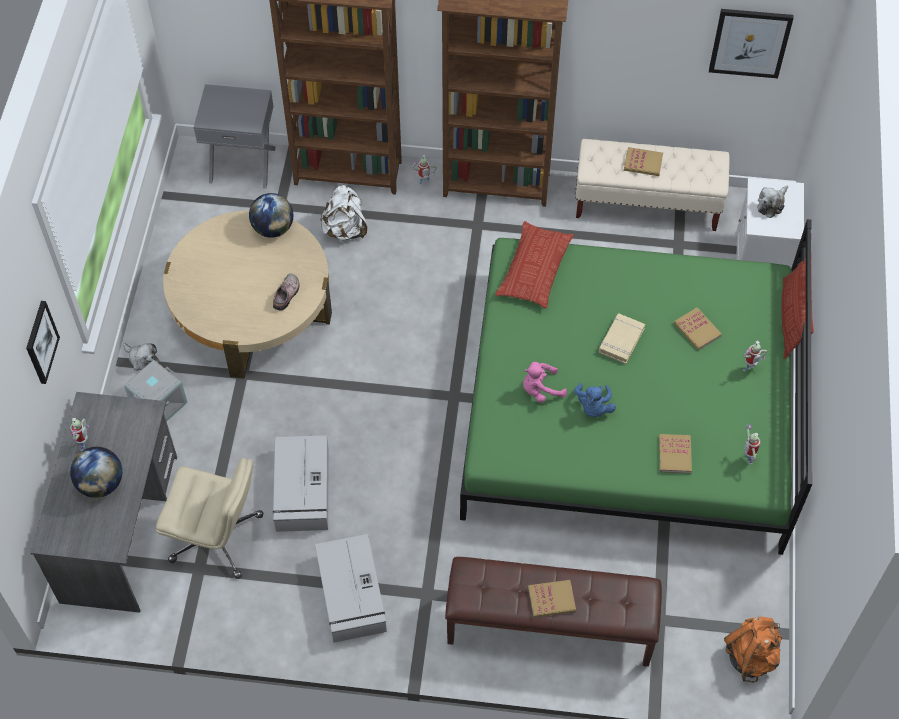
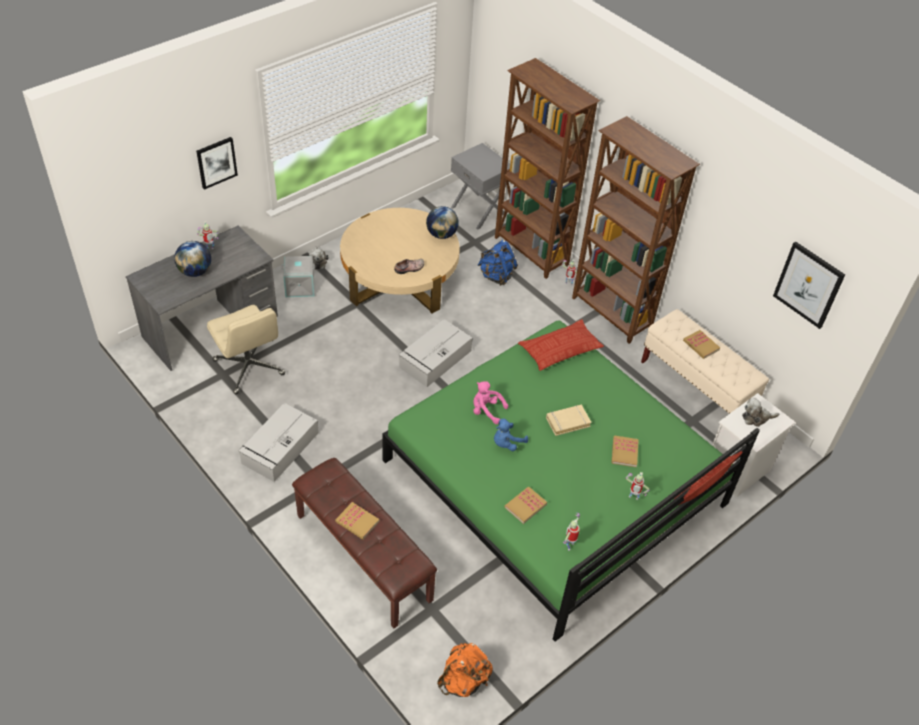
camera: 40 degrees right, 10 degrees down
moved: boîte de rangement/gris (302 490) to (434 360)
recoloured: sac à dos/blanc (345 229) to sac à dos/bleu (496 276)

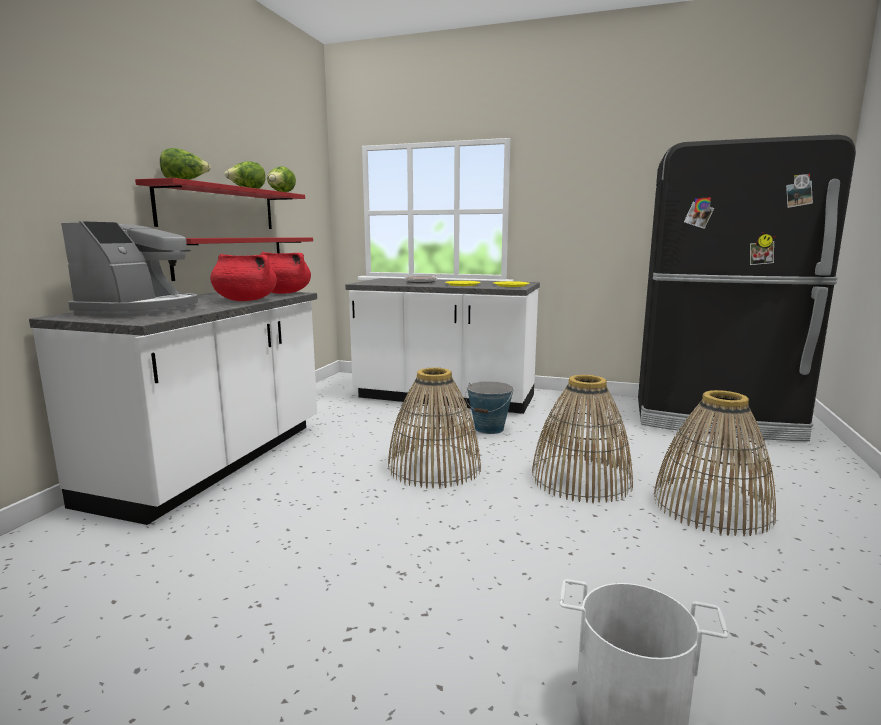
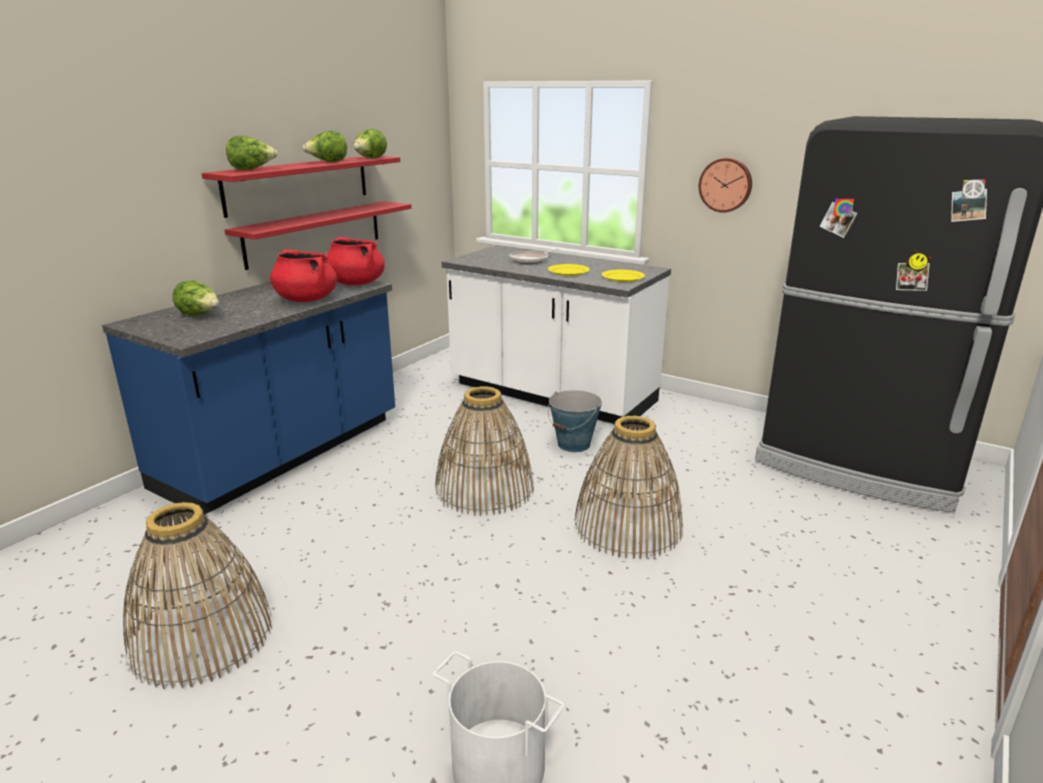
camera: 15 degrees right, 10 degrees up
added: horloge murale (726 185)
moved: panier (711 507) to (201 636)
replaced: machine à café (141 310) to laitue (200 315)
recoloured: comptoir de cuisine/blanc (215 462) to comptoir de cuisine/bleu (283 453)

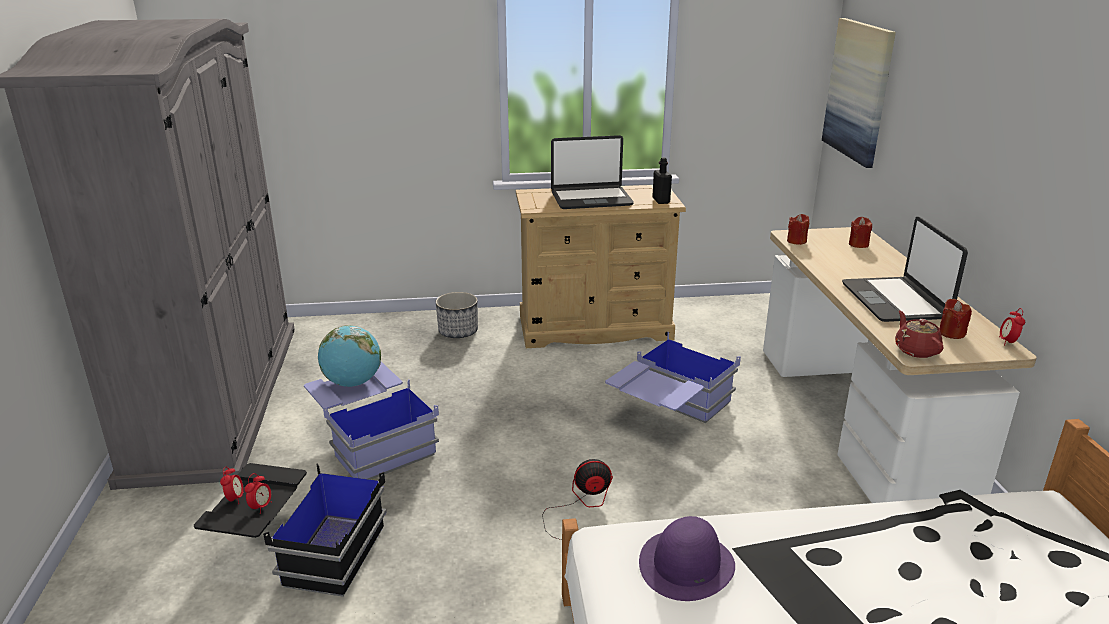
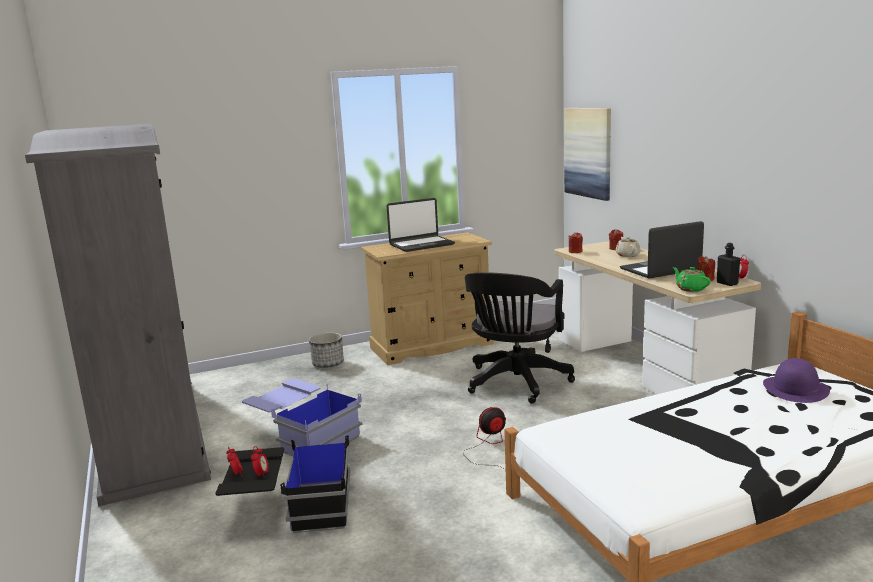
camera: 15 degrees left, 10 degrees down
removed: globe (353 383)
added: théière/beige (627 255)
moved: bouteille/noir (661 201) to (727 283); chapeau/violet (686 565) to (795 389)
replaced: boîte de rangement/bleu (669 412) to chaise de bureau/noir (515 383)
recoloured: théière/rouge (915 350) to théière/vert (690 289)
turned: ordinateur portable (895 301) = (660 270) 90 degrees clockwise

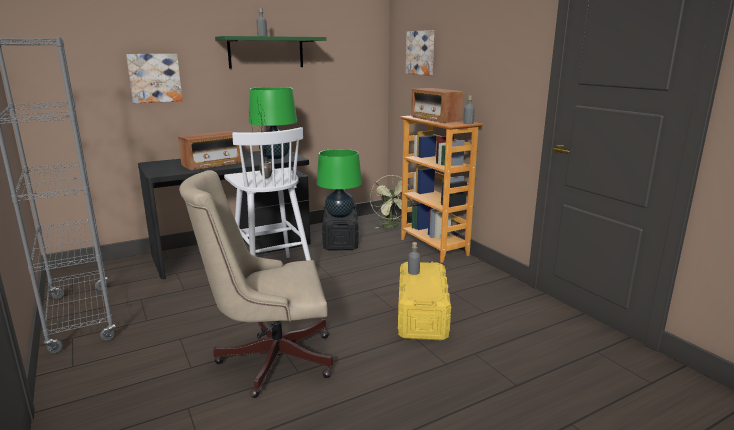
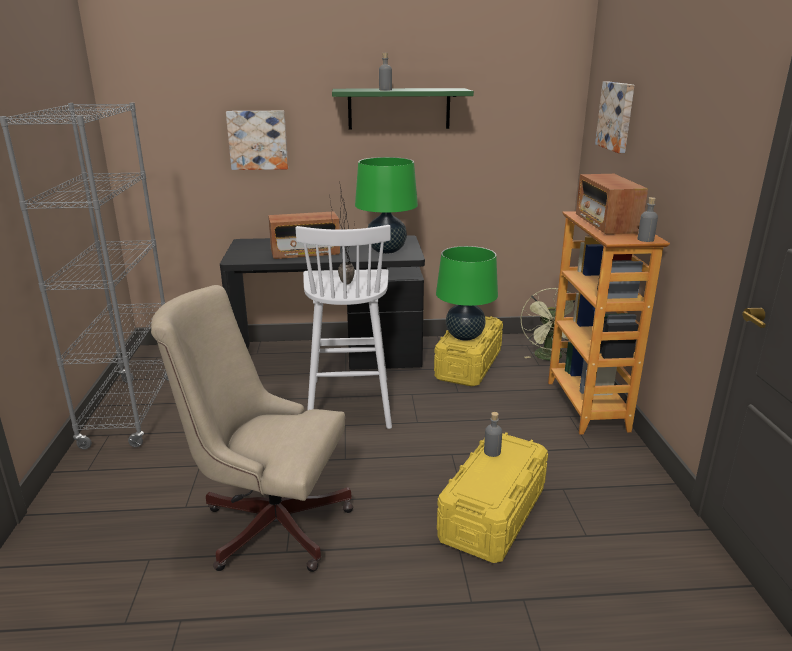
camera: 25 degrees right, 5 degrees up
recoloured: boîte de rangement/noir (341 238) to boîte de rangement/jaune (469 364)

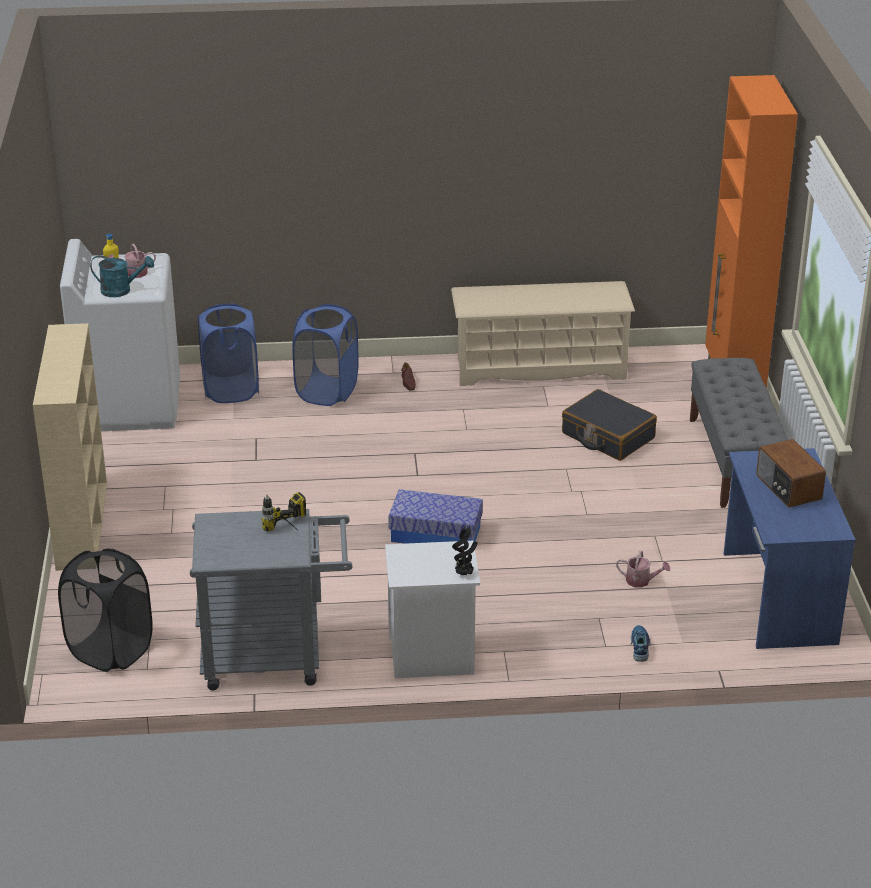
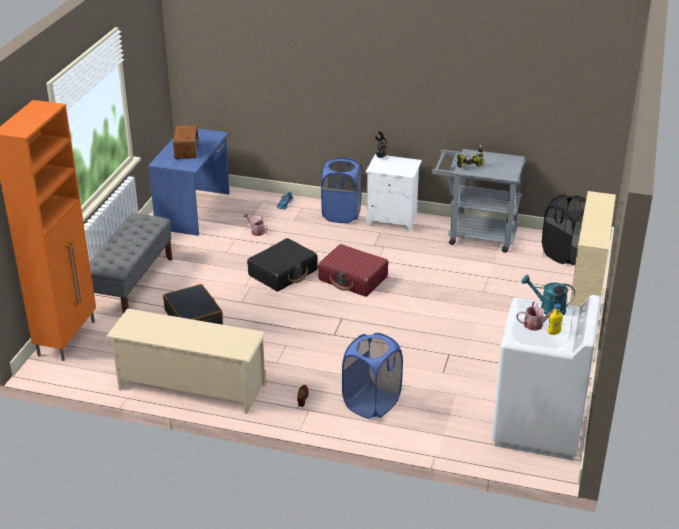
camera: 160 degrees left, 0 degrees up
added: valise/noir (283 273)
moved: panier à linge/bleu (230 390) to (341 214)
replaced: boîte de rangement (435 534) to valise/rouge (353 278)

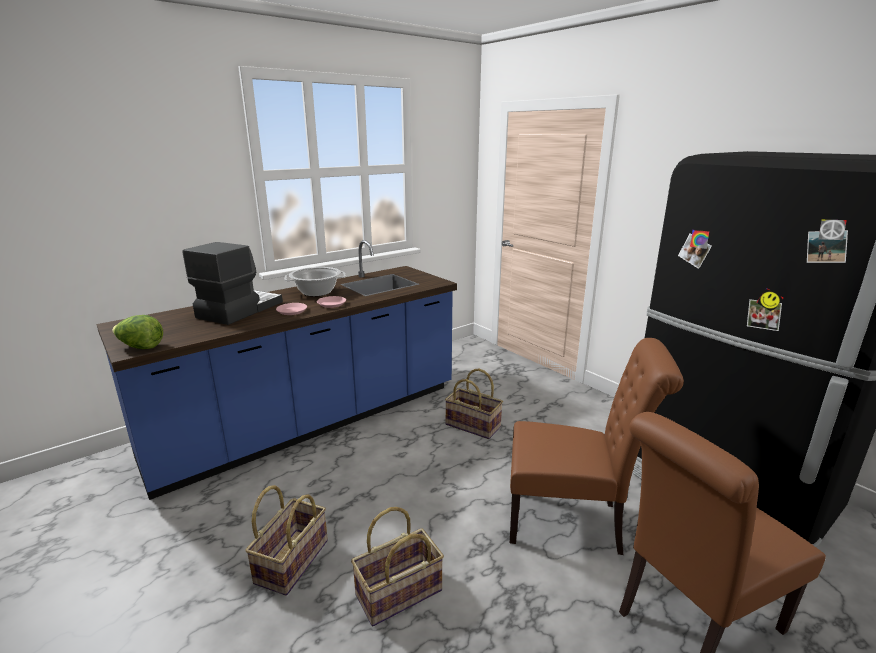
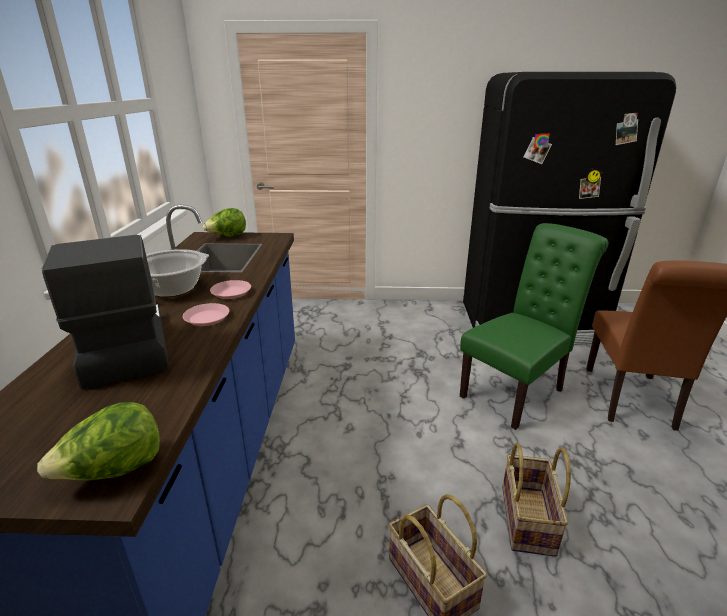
camera: 50 degrees left, 5 degrees up
removed: panier (473 425)
added: laitue (227 237)
recoloured: chaise/marron (572 522) to chaise/vert (517 391)

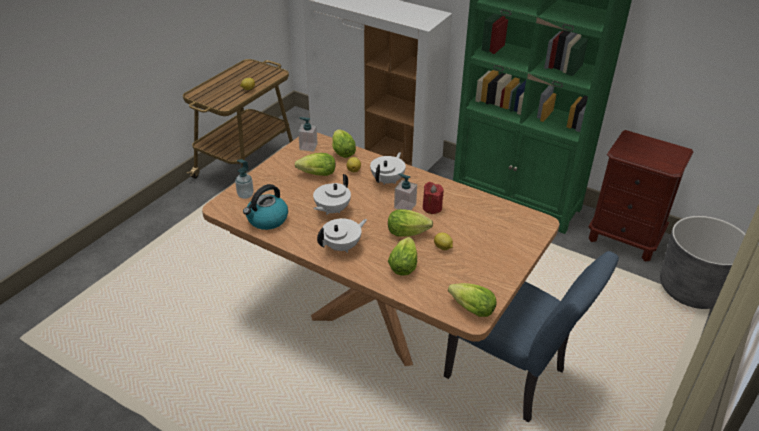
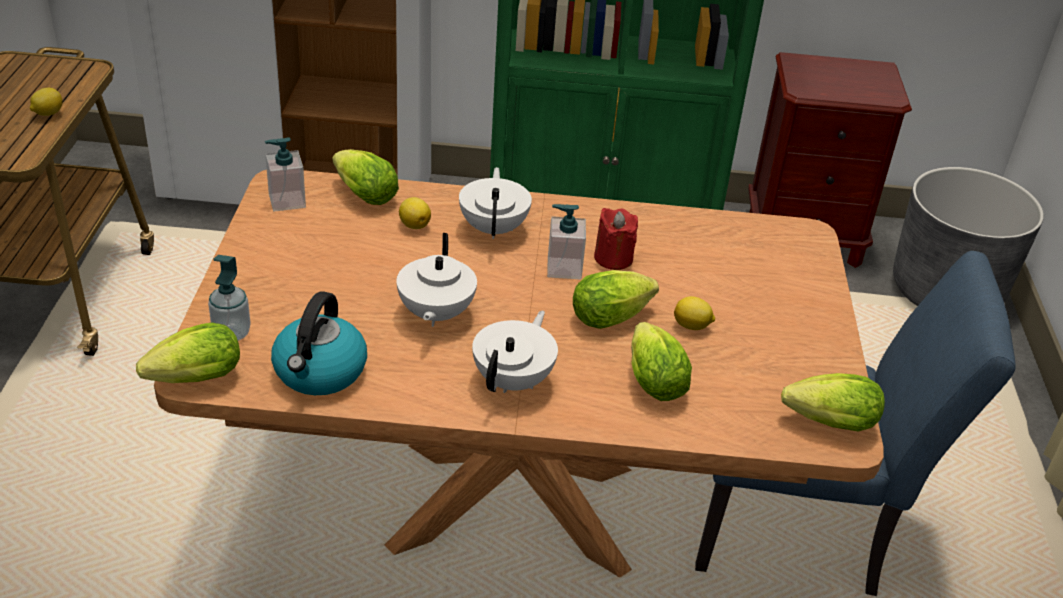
camera: 30 degrees left, 0 degrees up
moved: laitue (315 174) to (191 380)

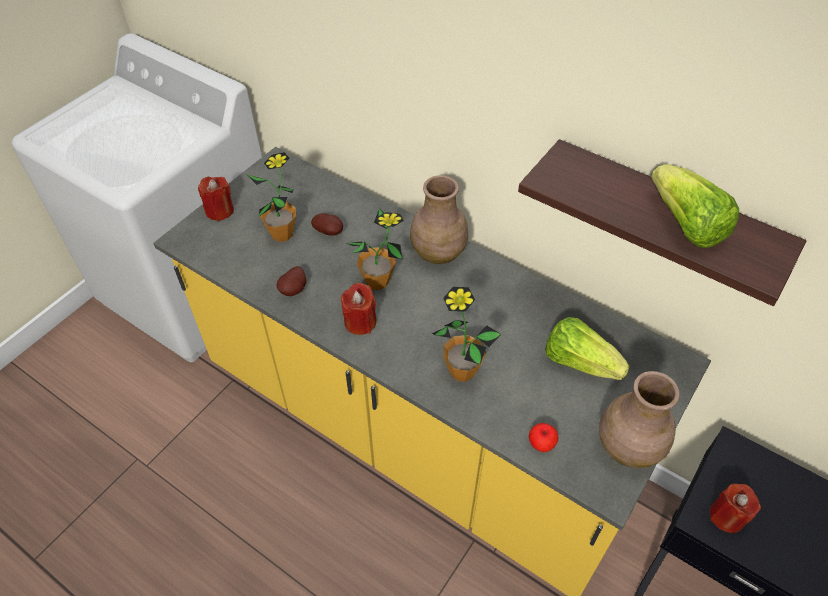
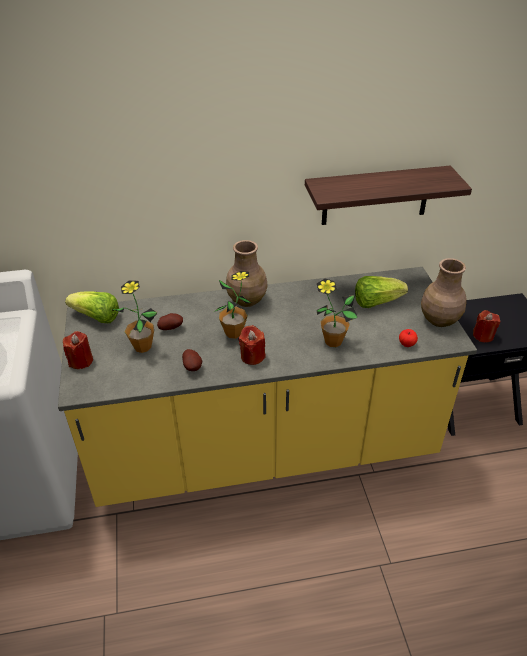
camera: 45 degrees left, 10 degrees down
moved: laitue (685 225) to (96 317)

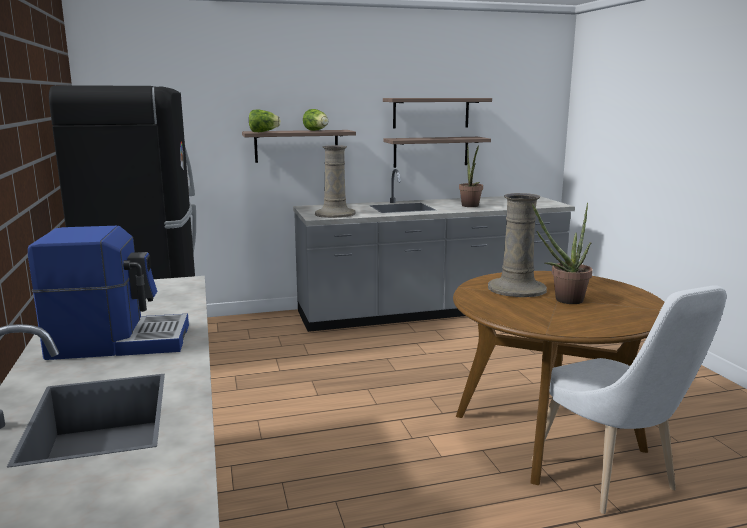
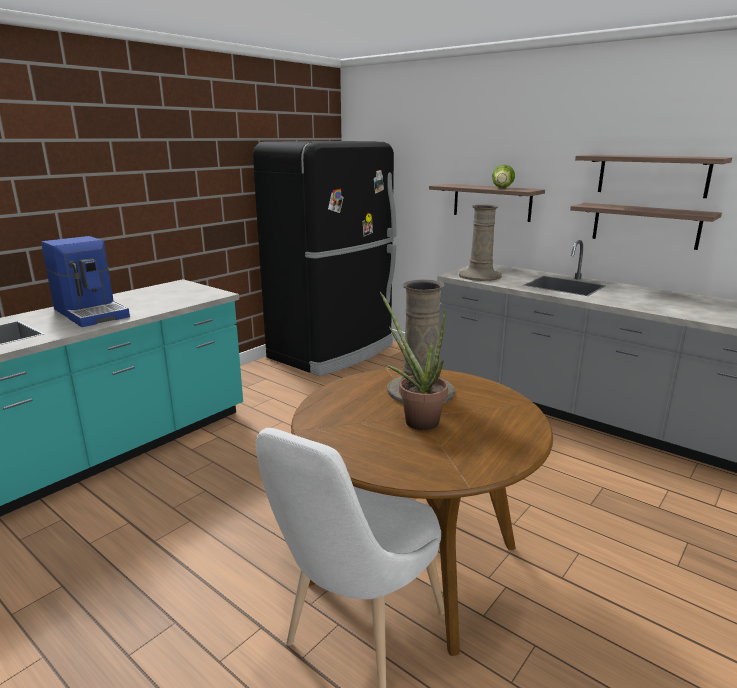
camera: 55 degrees right, 5 degrees up
removed: laitue (263 132); plante en pot (470 206)

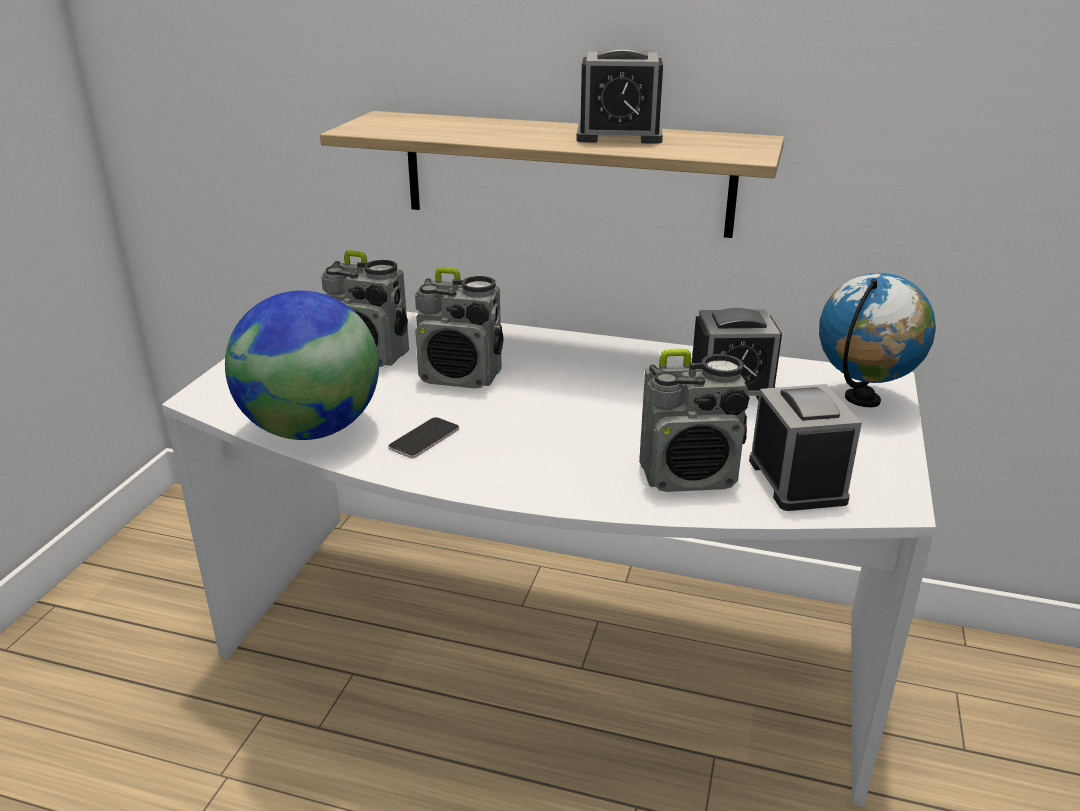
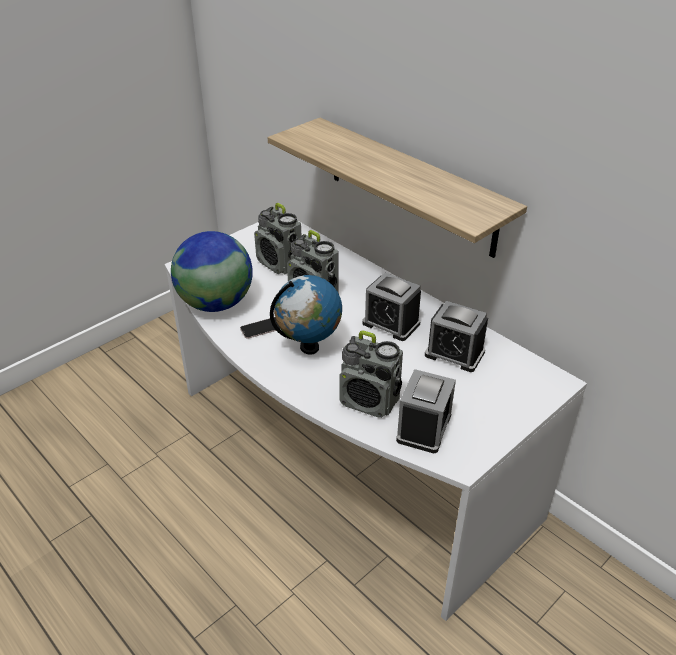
camera: 30 degrees right, 10 degrees up
moved: réveil (619 136) to (391 323); globe (862 399) to (309 347)

